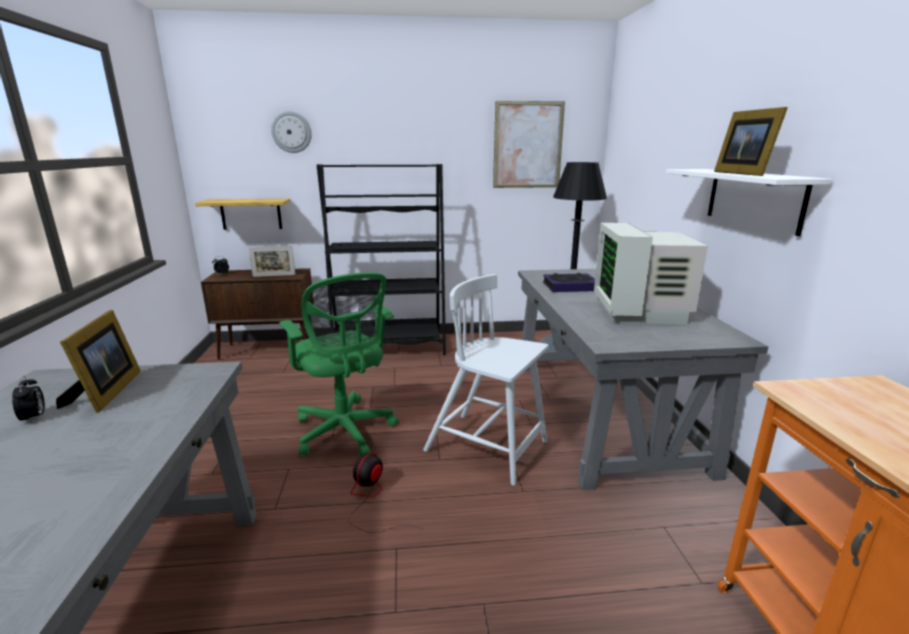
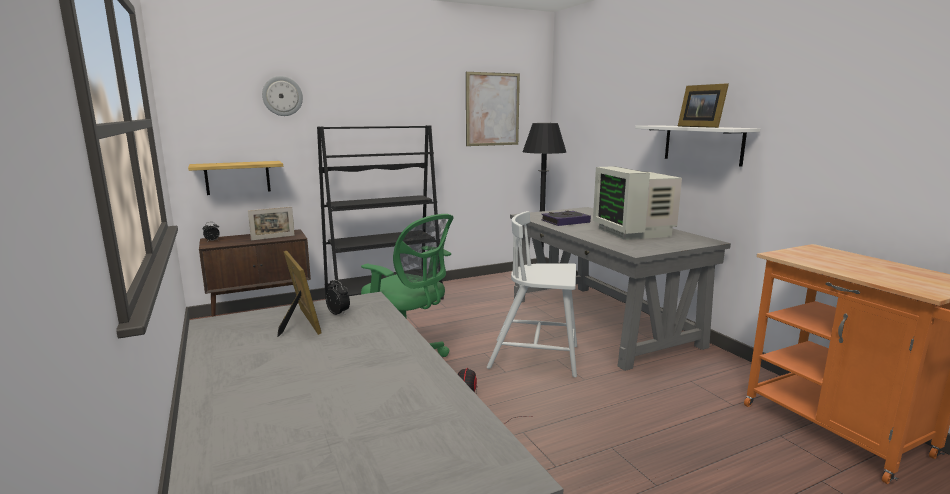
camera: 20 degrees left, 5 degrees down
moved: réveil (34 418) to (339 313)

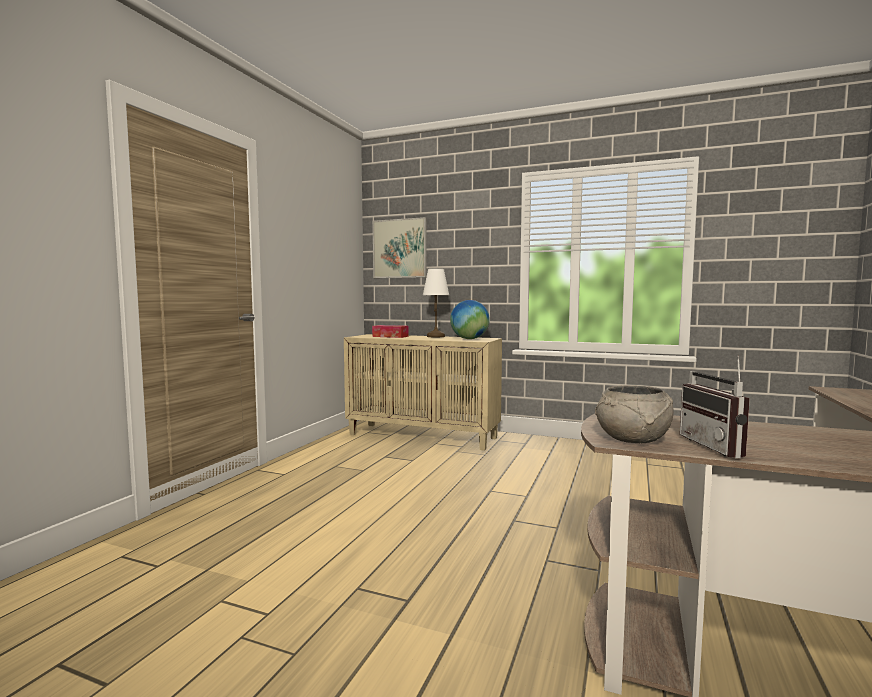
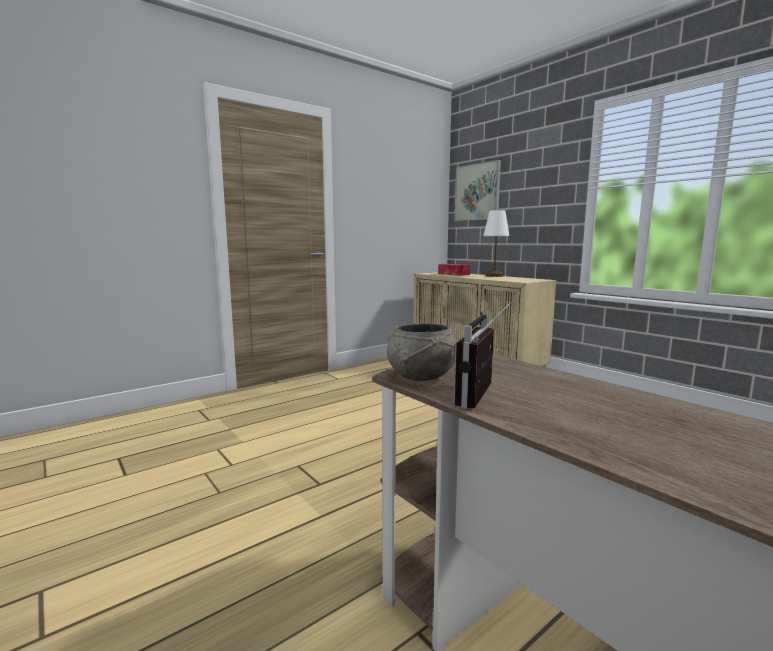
camera: 30 degrees right, 5 degrees up
removed: globe (469 339)

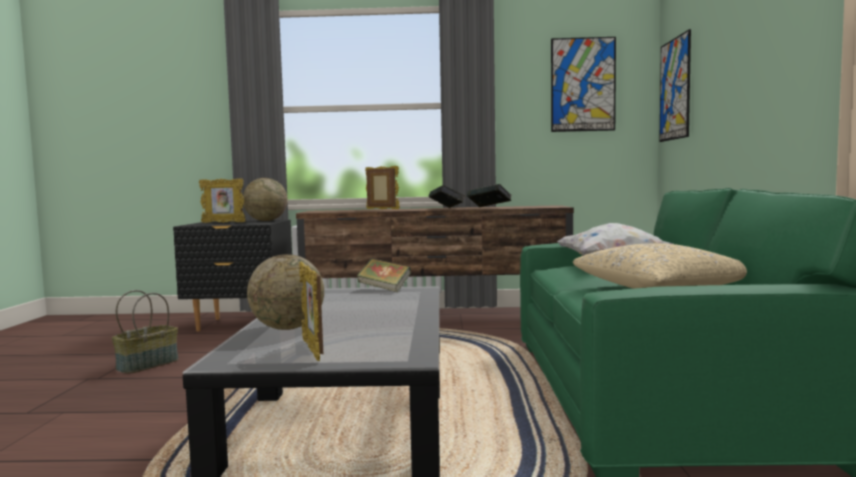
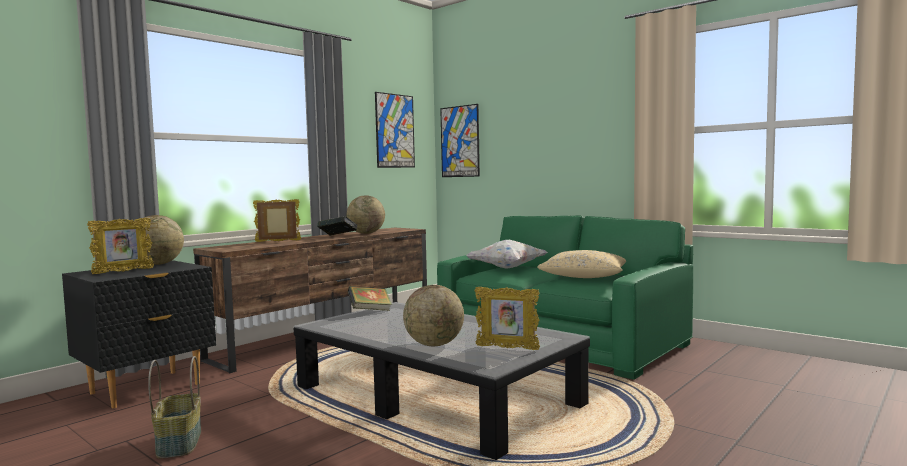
camera: 50 degrees left, 0 degrees up
replaced: livre (489 208) to globe (366 233)

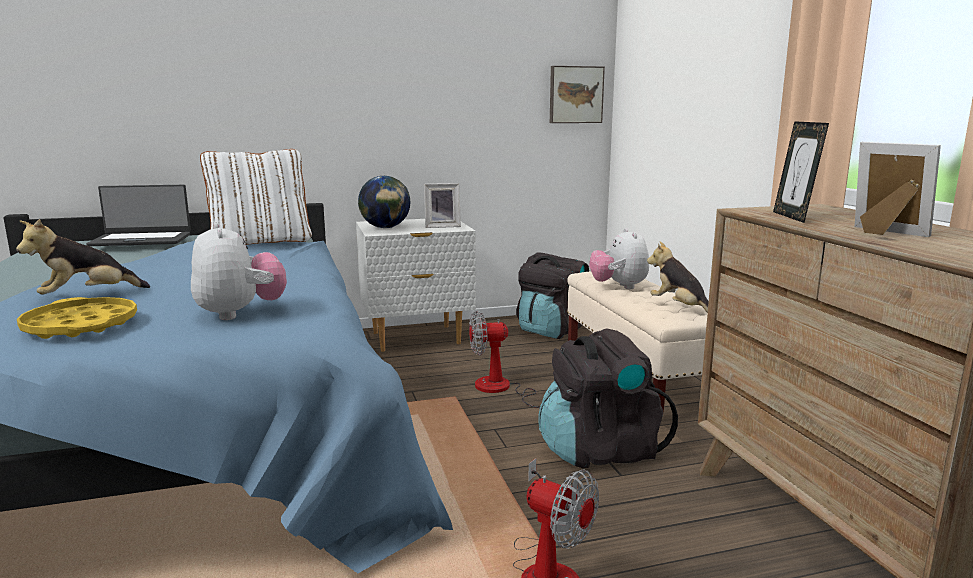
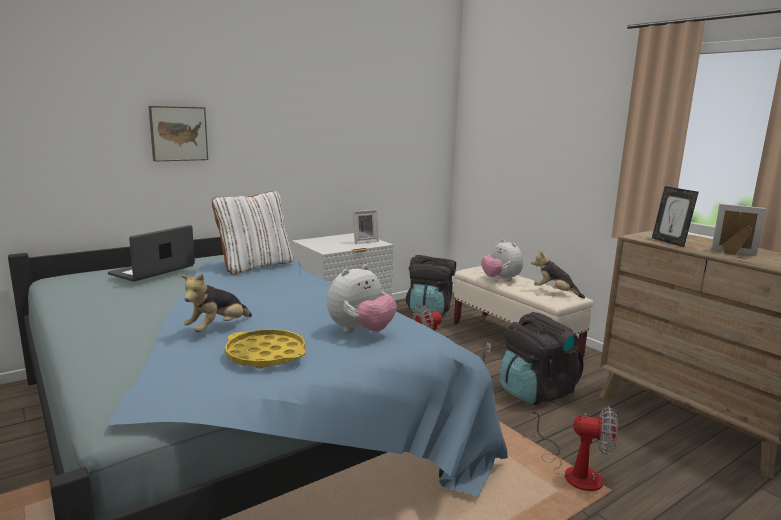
camera: 20 degrees left, 0 degrees up
removed: globe (385 228)
moved: tableau (575 95) to (178 133)
turned: ordinateur portable (141 240) = (153 270) 150 degrees clockwise; peluche (240 313) = (360 331) 90 degrees clockwise

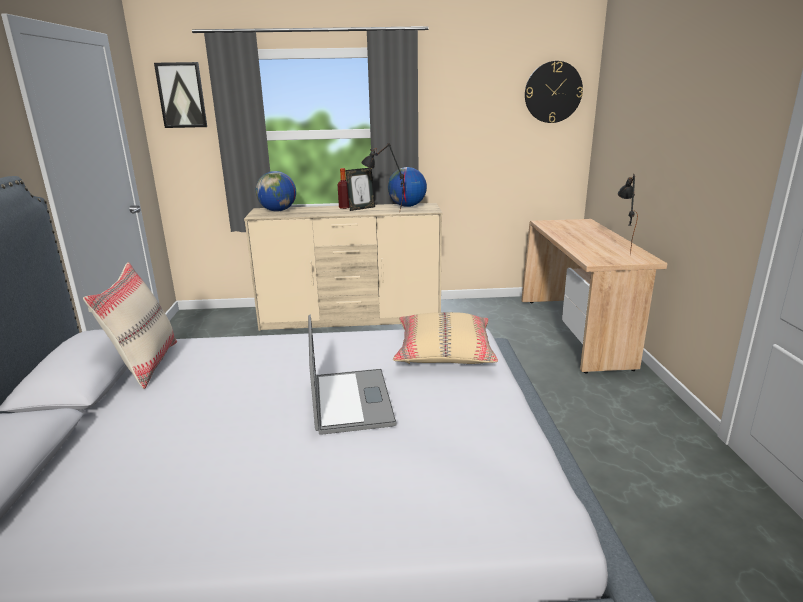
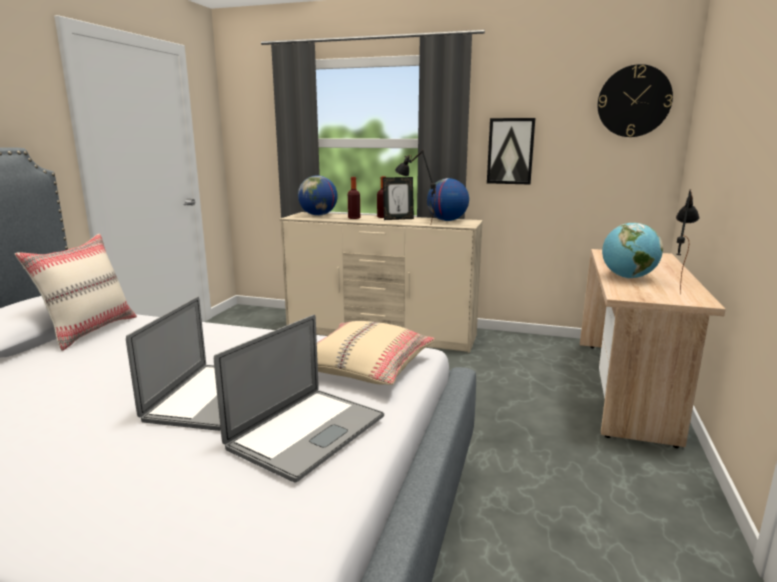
camera: 20 degrees right, 5 degrees down
added: bouteille (354 218); globe (627 277); ordinateur portable (307 431)
moved: tableau (181 95) to (510 151)

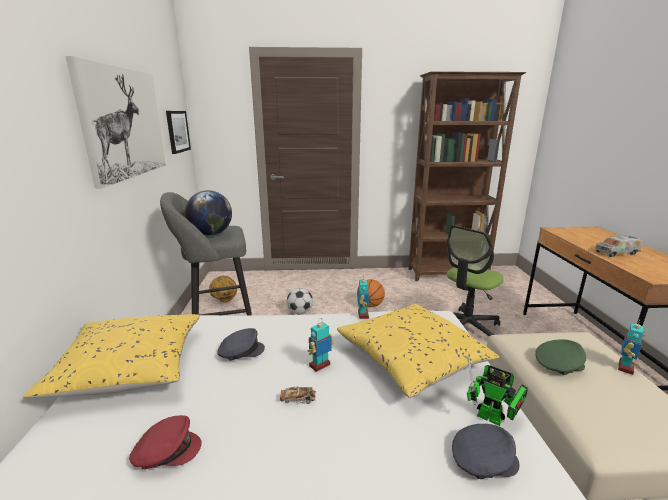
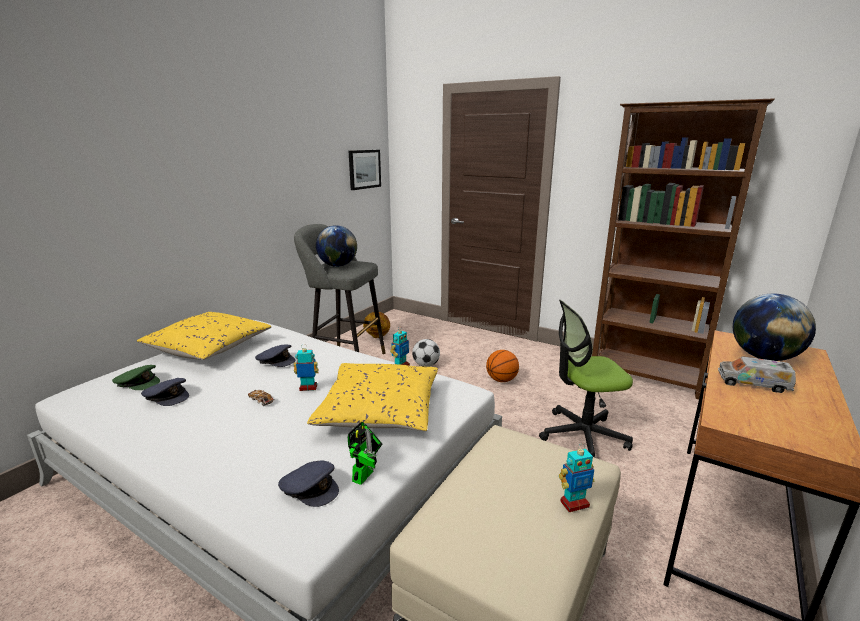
camera: 35 degrees right, 0 degrees up
removed: tableau (124 123)
added: globe (764 357)
moved: casquette/vert (558 364) to (138 382)
recoloured: casquette/rouge (167 450) to casquette/gris (168 396)
turned: robot jouet (493 419) = (365 473) 135 degrees counterclockwise

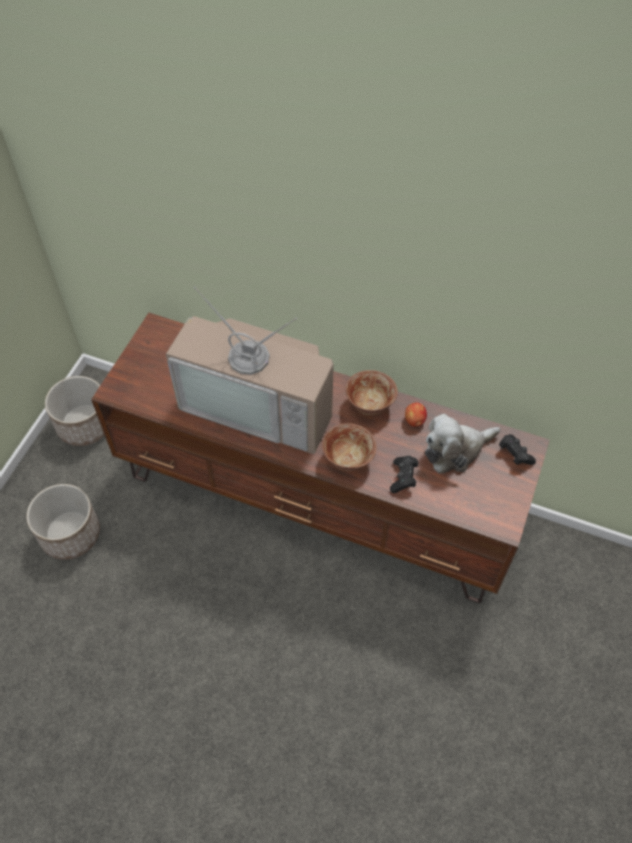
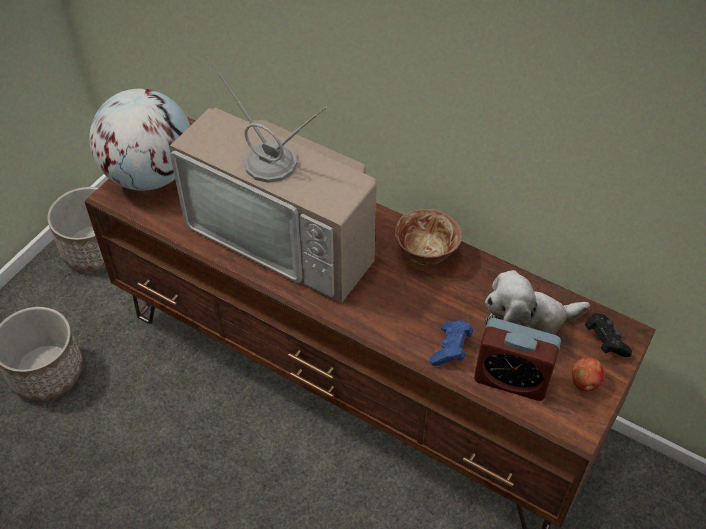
camera: 10 degrees right, 5 degrees down
removed: bol (347 459)
added: globe (150 175); réveil (511 379)
moved: pomme (414 421) to (584 382)
recoloured: manette/noir (403 478) to manette/bleu (451 349)

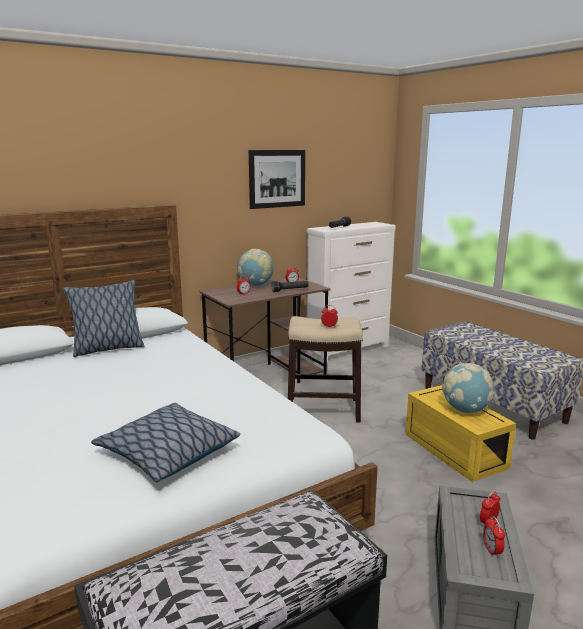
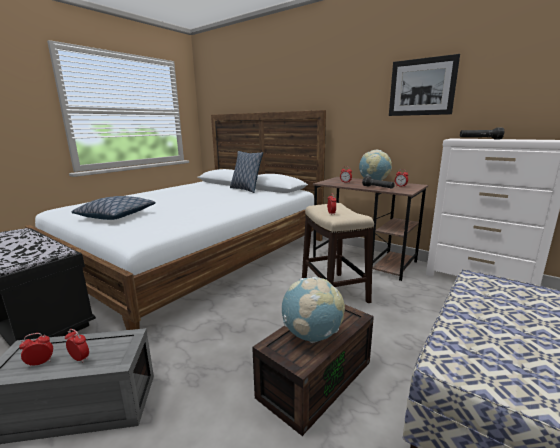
camera: 70 degrees right, 0 degrees up
recoloured: boîte de rangement/jaune (452 450) to boîte de rangement/marron (315 377)

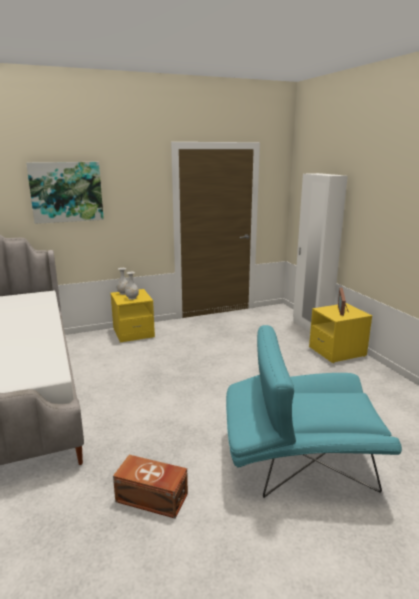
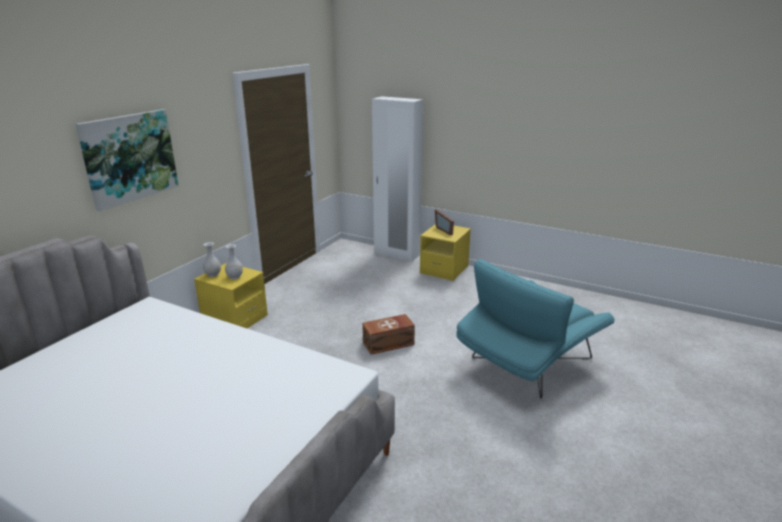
camera: 40 degrees left, 5 degrees up
moved: boîte de rangement/marron (152 499) to (389 343)

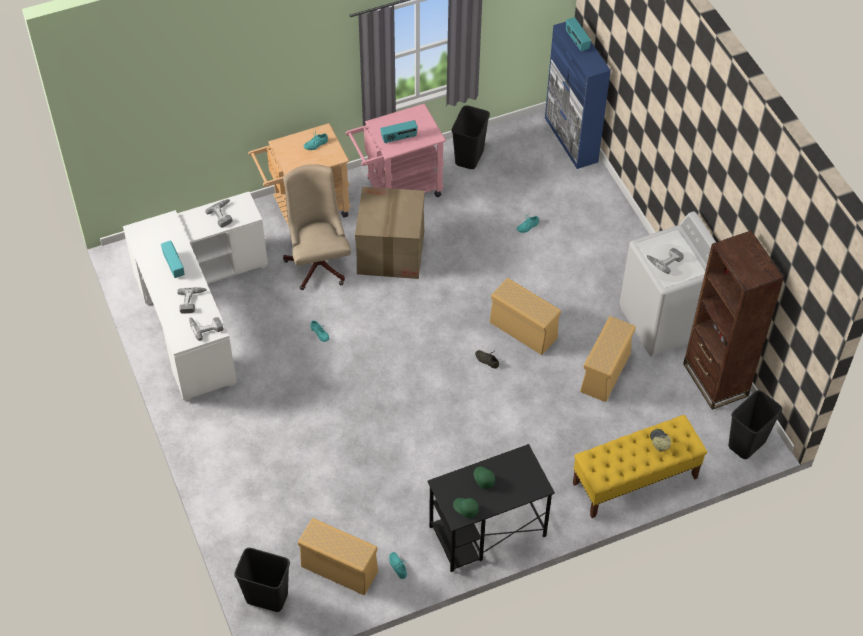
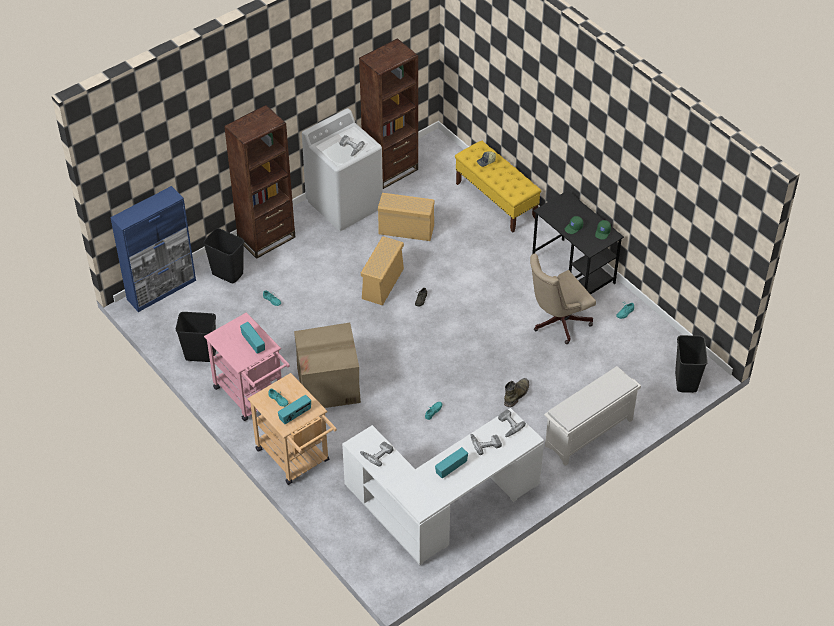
camera: 105 degrees left, 5 degrees down
removed: boîte de rangement/beige (338 568)
added: bibliothèque/marron (266 238); étagère à chaussures/blanc (588 434); botte/vert (517 394)
moved: radio (576 41) to (295 415); chaise de bureau/beige (318 261) to (557 322); poubelle/noir (747 444) to (228 273)

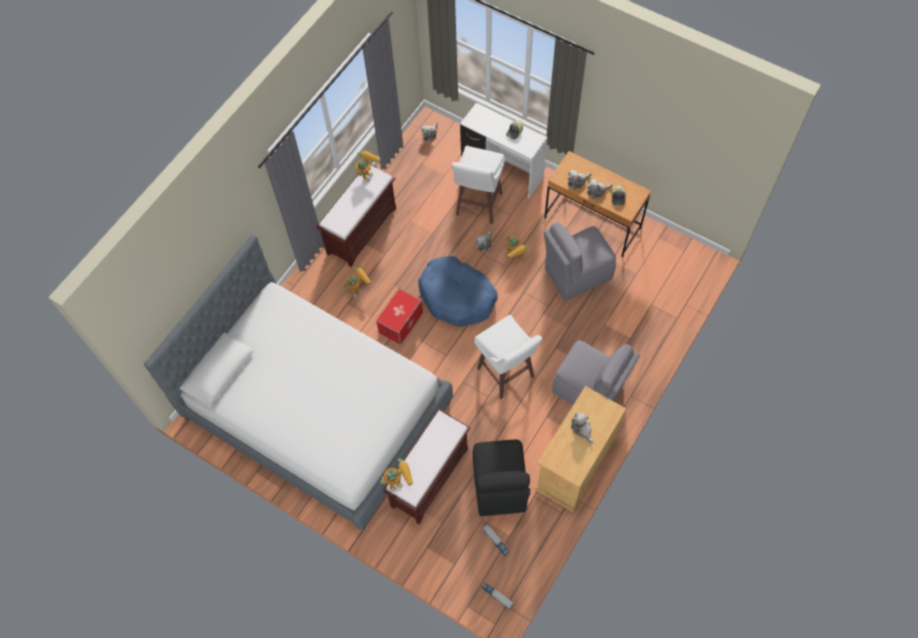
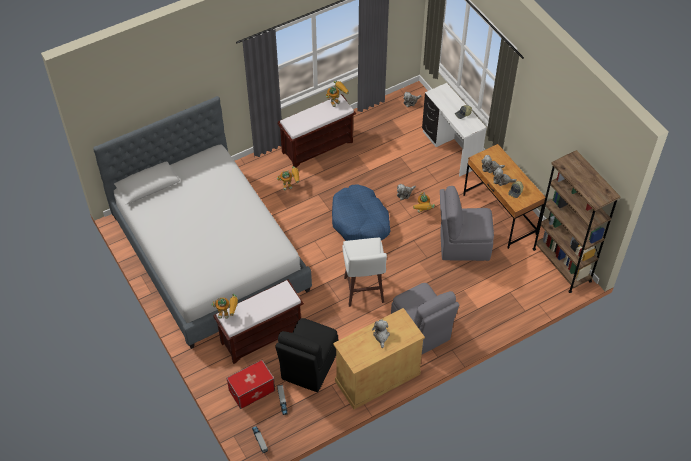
camera: 25 degrees right, 10 degrees down
removed: tabouret/blanc (478 205)
added: bibliothèque/marron (561 265)
moved: boîte de rangement (400 322) to (252 390)

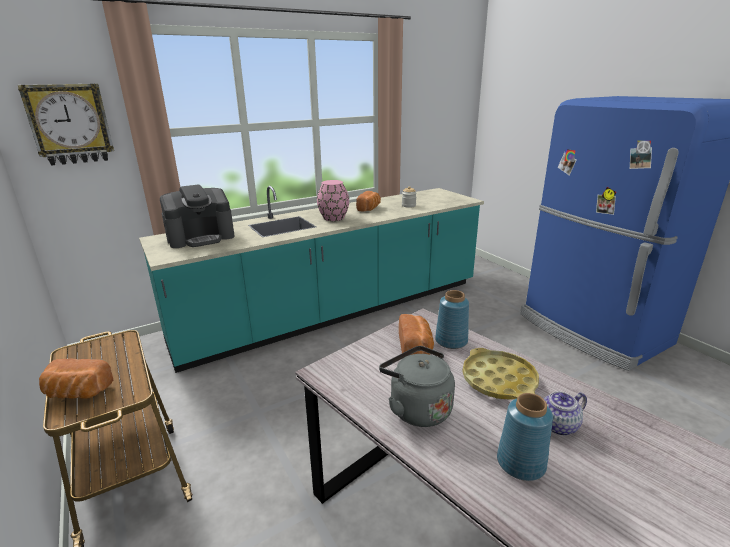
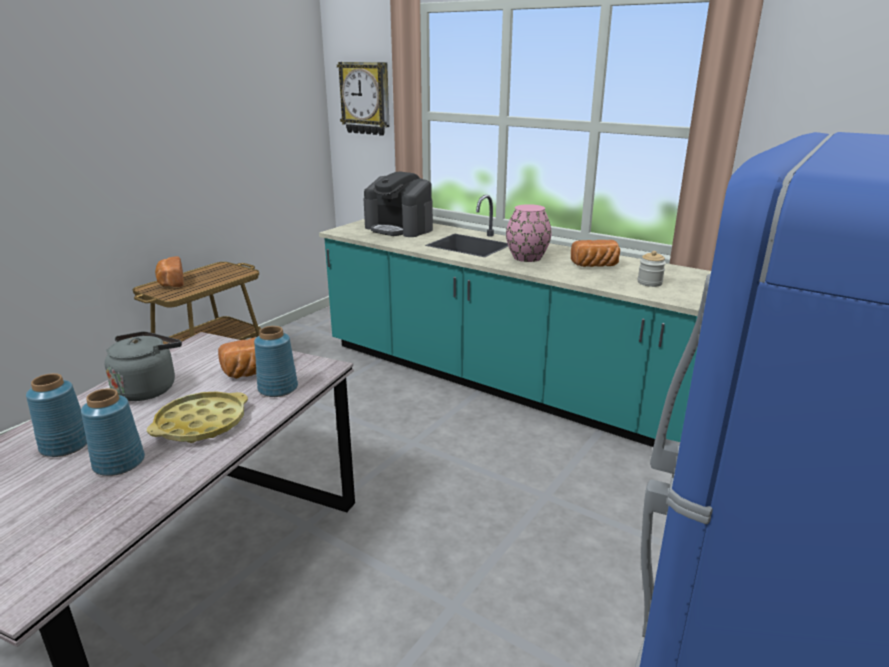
camera: 65 degrees right, 0 degrees up
replaced: théière (557 426) to vase/bleu (118 463)

